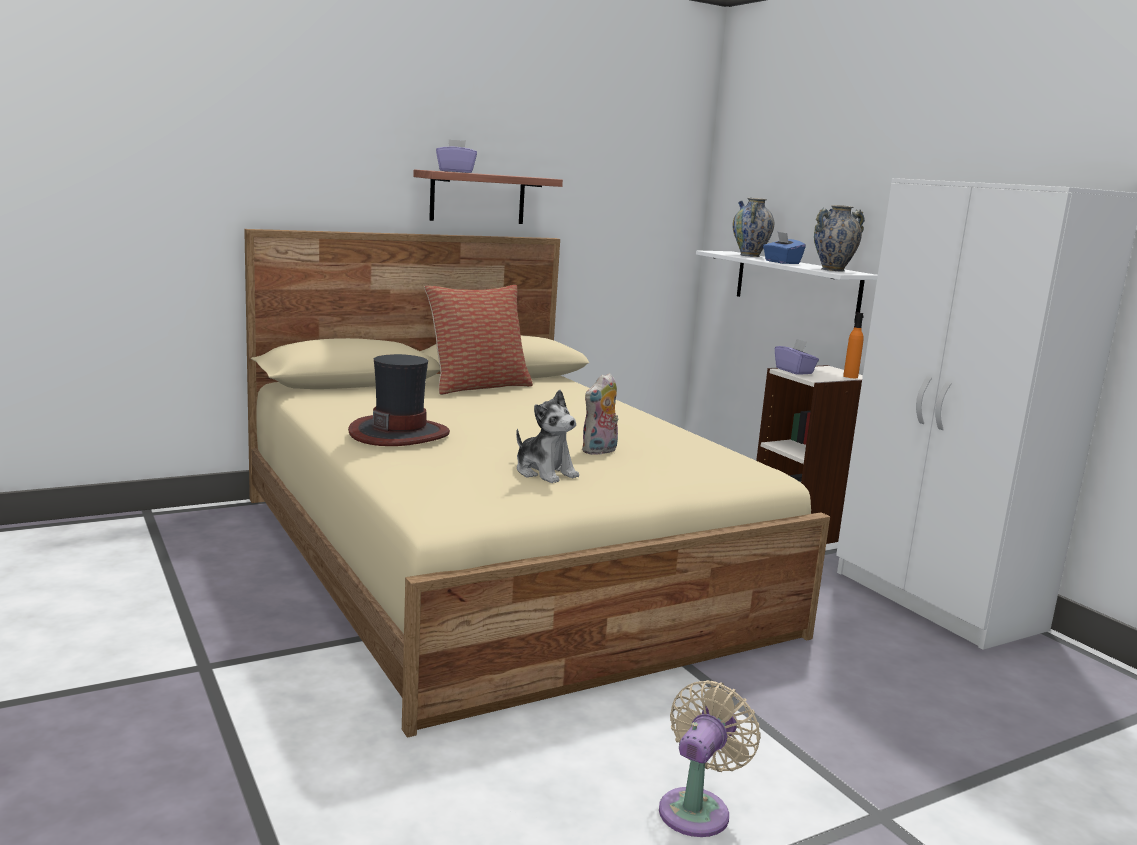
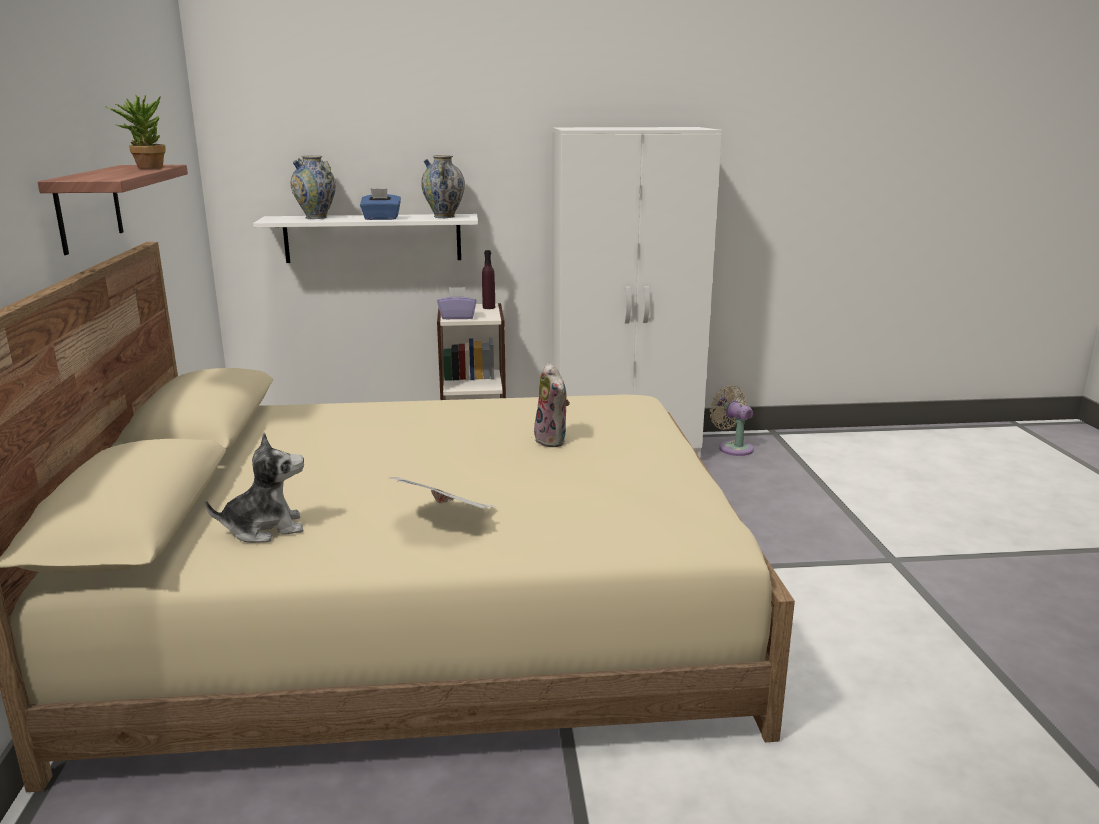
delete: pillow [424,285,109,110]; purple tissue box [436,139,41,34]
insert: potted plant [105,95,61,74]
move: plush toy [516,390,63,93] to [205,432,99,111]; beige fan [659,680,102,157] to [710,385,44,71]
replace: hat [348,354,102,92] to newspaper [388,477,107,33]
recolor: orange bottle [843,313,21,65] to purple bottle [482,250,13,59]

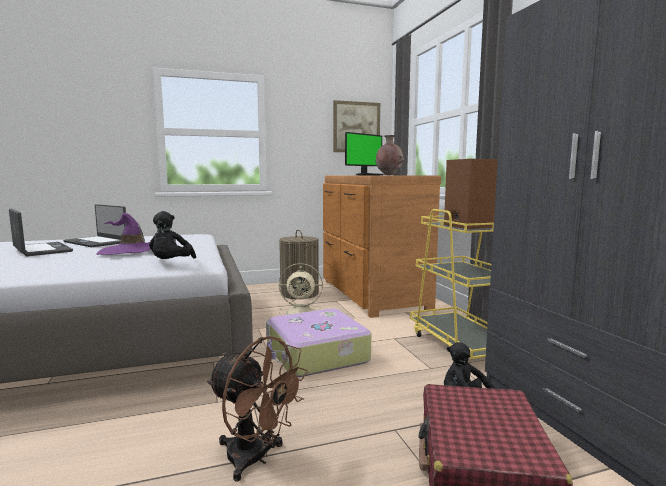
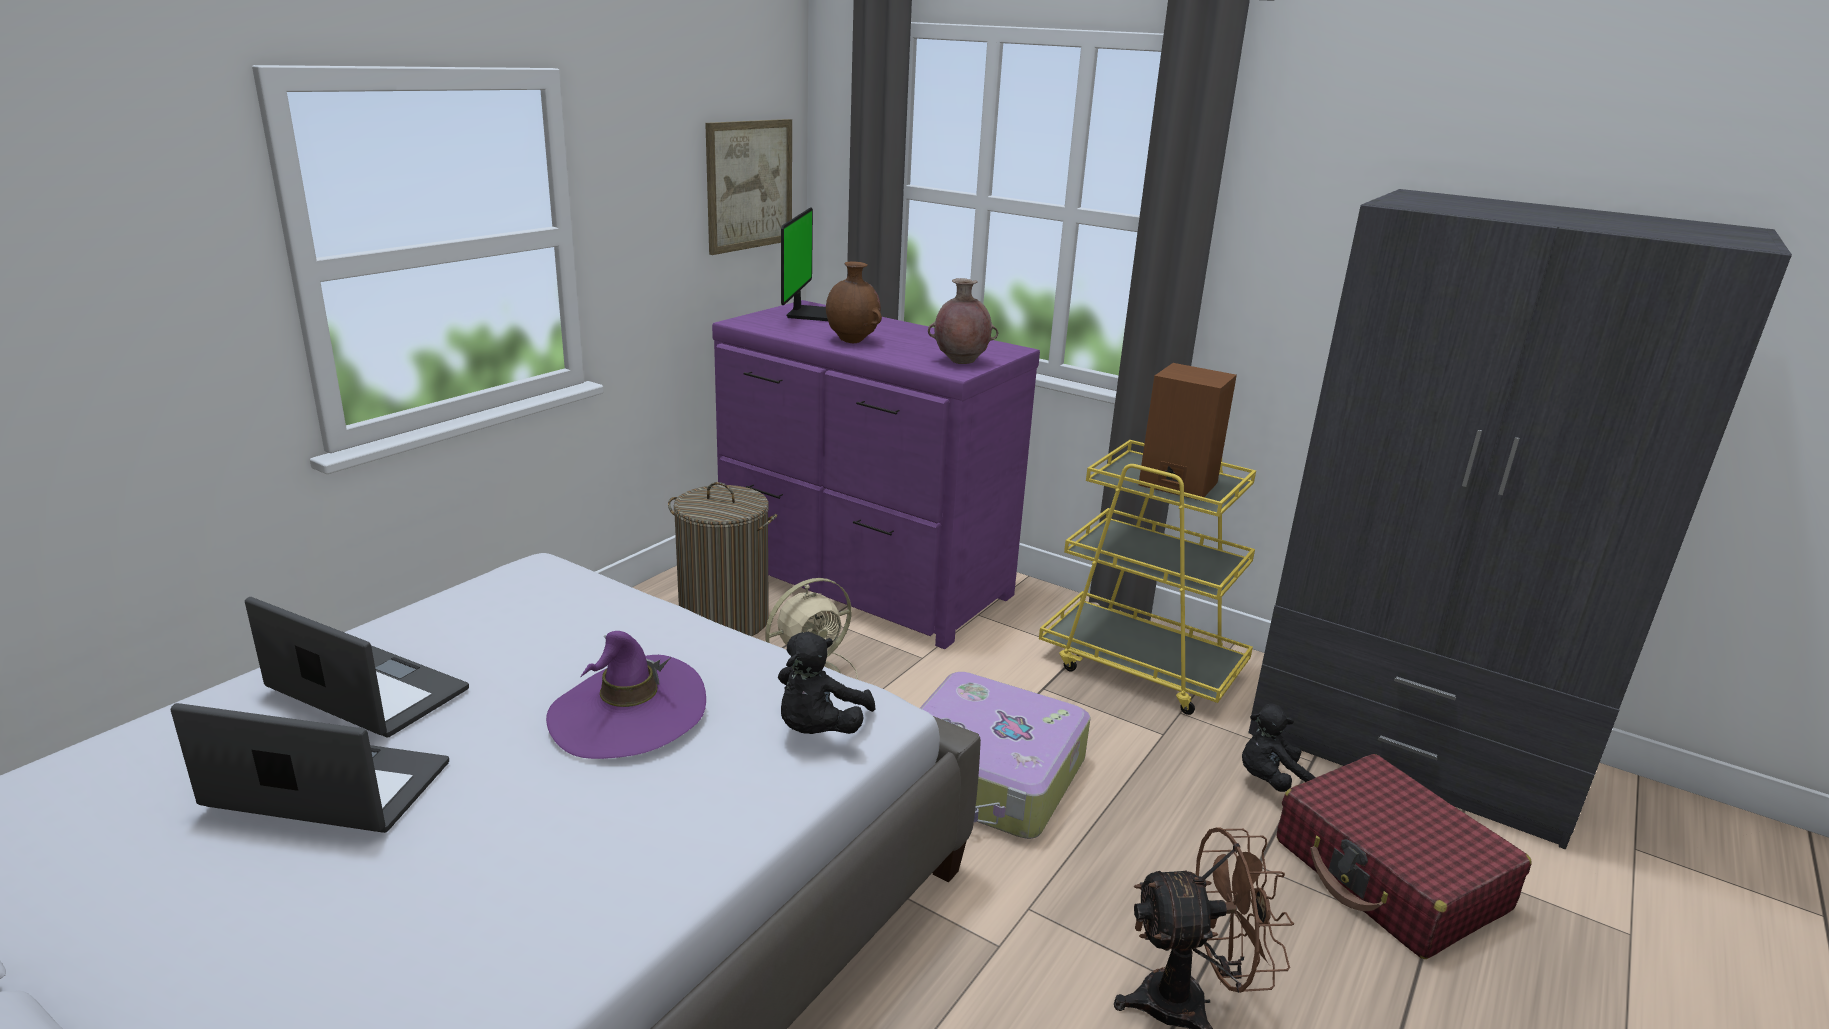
insert: brown vase [826,262,56,81]
recolor: brown dresser [323,175,118,143] to purple dresser [712,300,328,349]
rotate: laptop [63,204,63,43] = [245,597,224,140] 150 degrees counterclockwise; black plush toy [149,211,47,48] = [778,631,97,103] 60 degrees clockwise

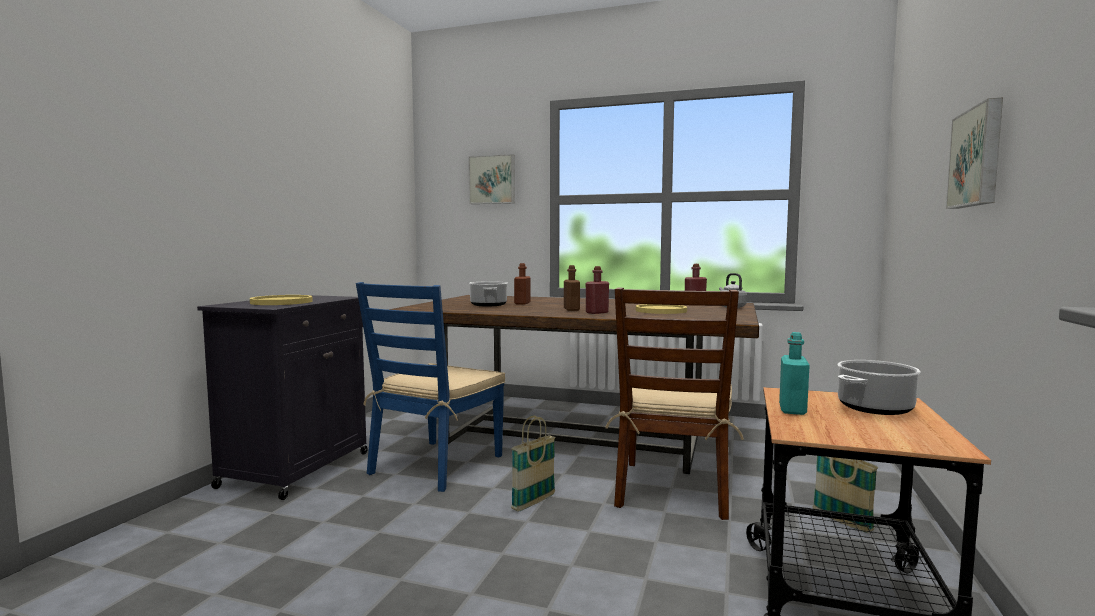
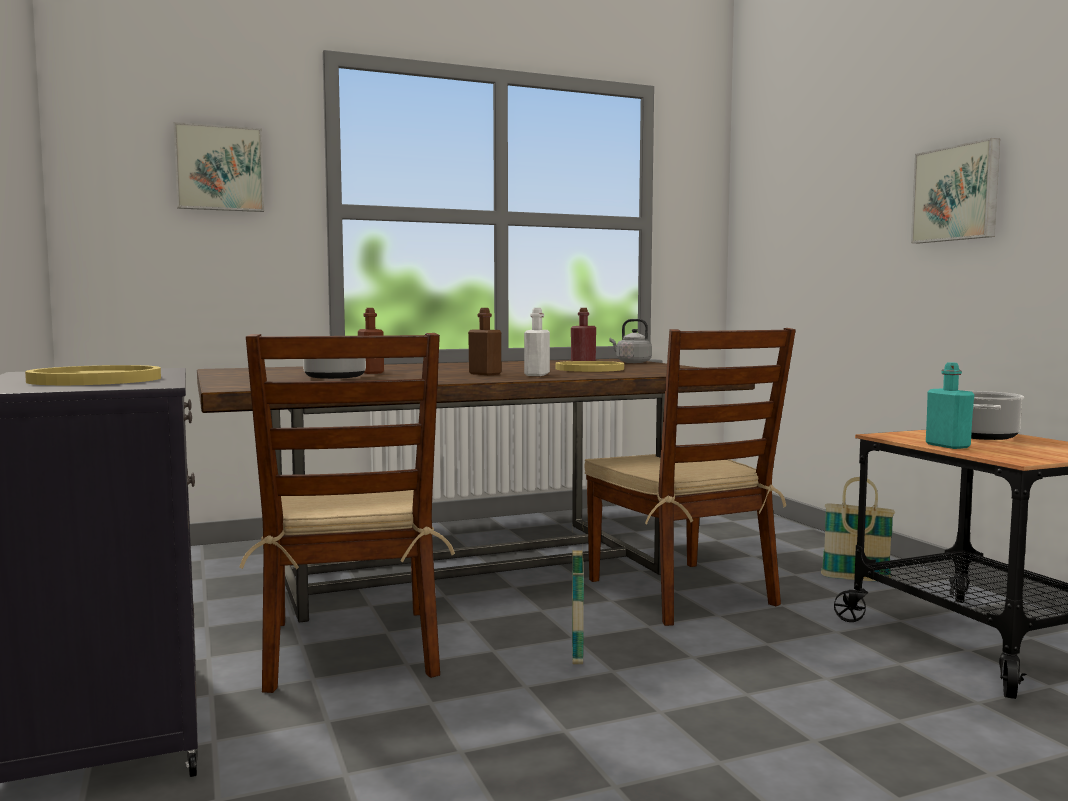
recolor: blue chair [356,282,149,210] to brown chair [239,333,216,360]; red bottle [586,266,23,48] to white bottle [524,308,26,68]

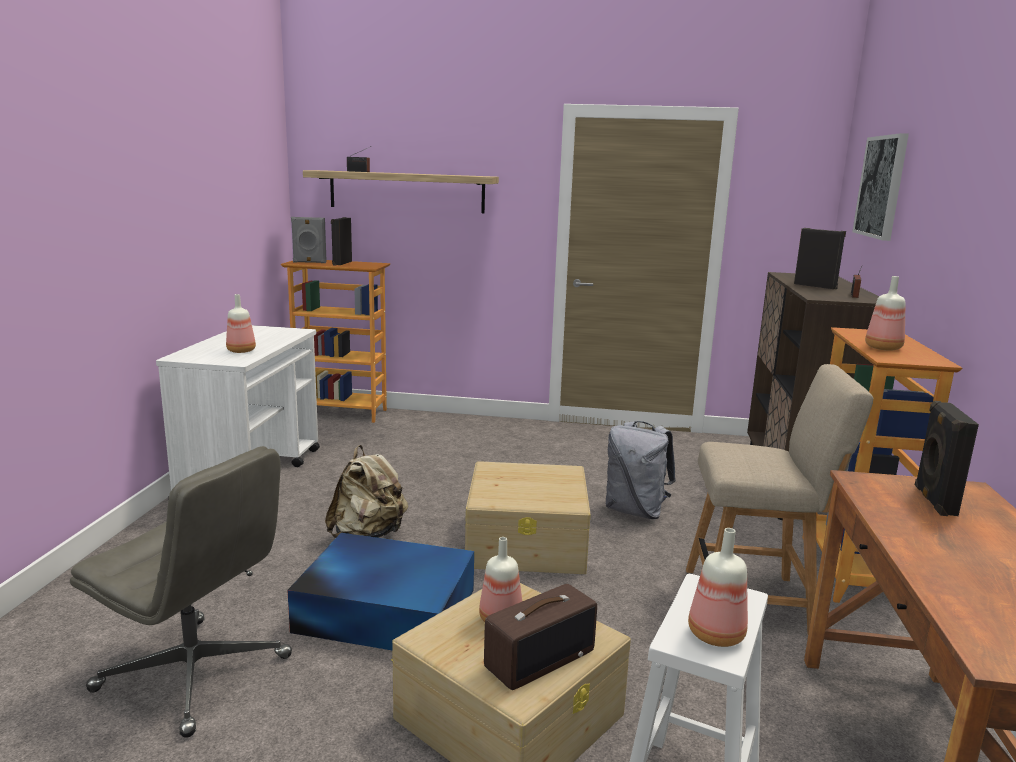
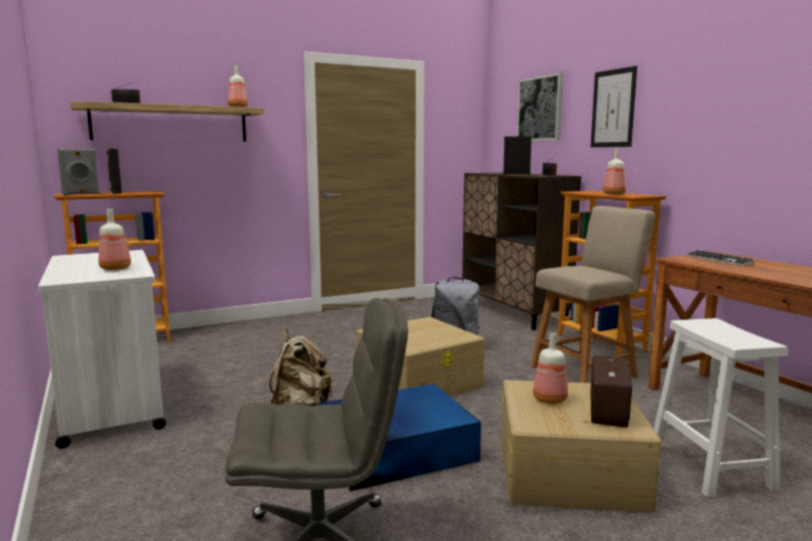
insert: picture [591,66,46,81]
move: bottle [688,528,60,119] to [228,65,20,42]
replace: black speaker [915,401,64,115] to keyboard [686,250,70,16]

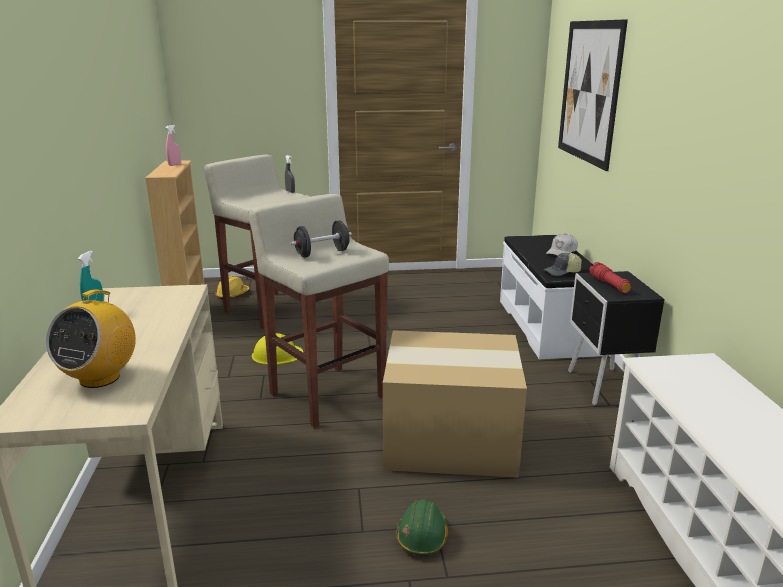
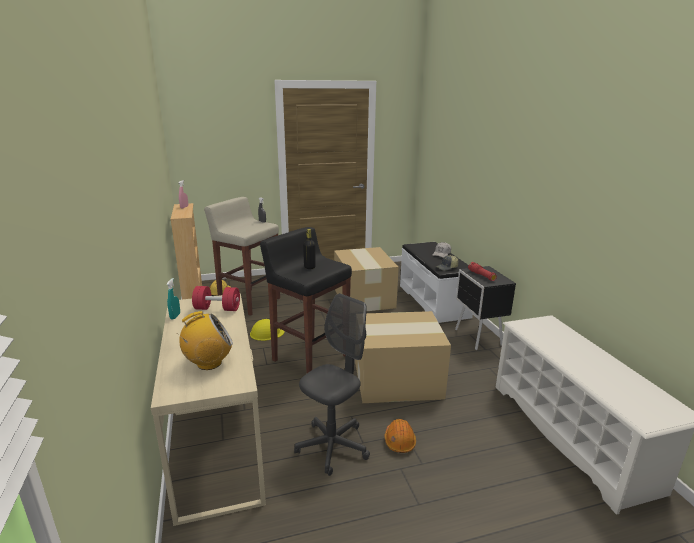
delete: picture [558,19,70,152]
insert: red dumbbell [192,286,48,25]; grey office chair [294,293,76,183]; cardboard box [334,247,65,64]
replace: black dumbbell [290,220,62,38] to black bottle [303,229,12,40]
recolor: beige stool [248,194,141,234] to black stool [260,227,92,146]; green hard hat [396,499,52,57] to orange hard hat [385,419,31,34]
rotate: radio [46,290,90,98] = [176,311,57,59] 120 degrees counterclockwise

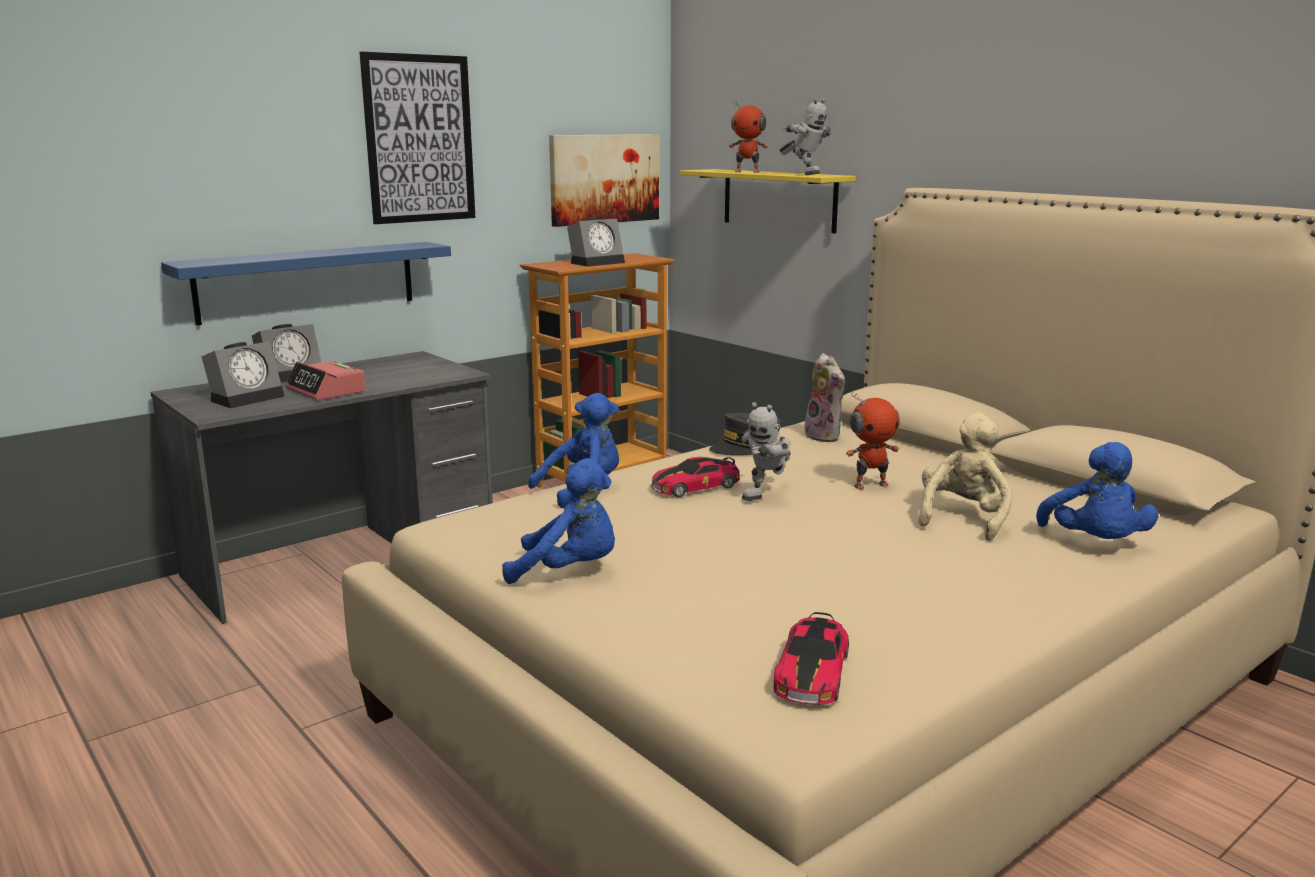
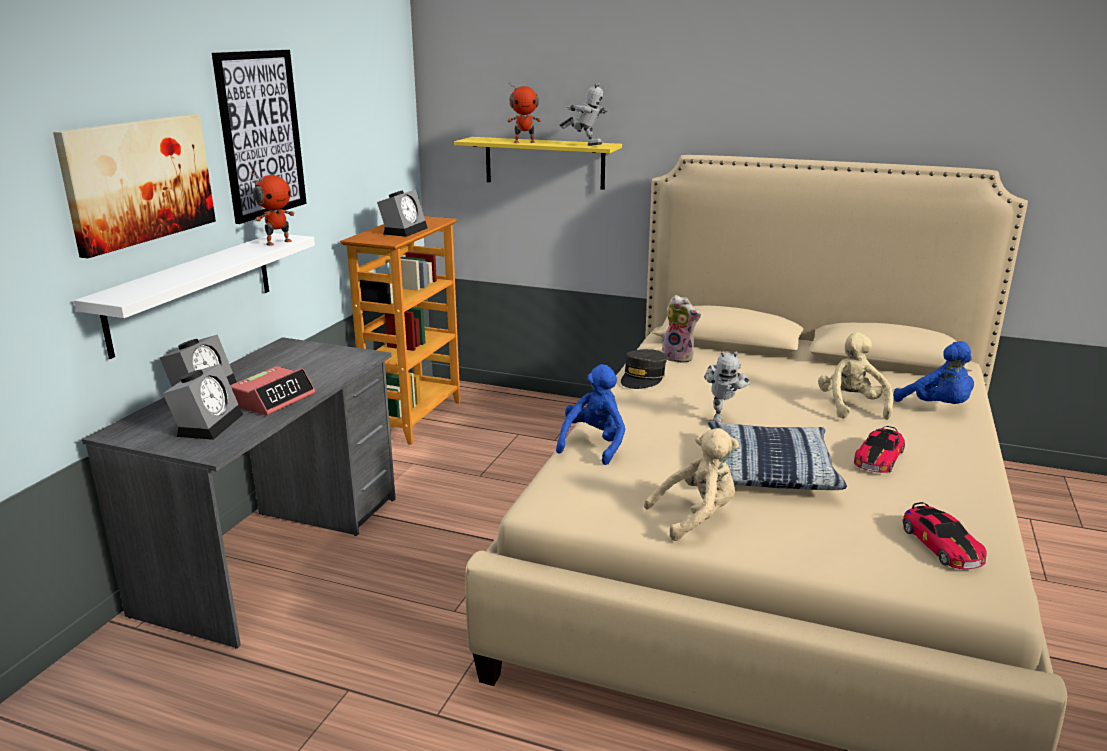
insert: pillow [708,421,139,69]
move: picture [549,134,110,93] to [53,114,163,144]; toy car [651,457,89,40] to [854,426,51,47]; toy robot [846,392,54,97] to [251,171,44,75]
recolor: blue shelf [161,242,290,84] to white shelf [74,233,241,126]; blue plush toy [502,458,113,126] to beige plush toy [644,428,95,113]
rotate: alarm clock [285,361,81,39] = [230,366,85,50] 75 degrees counterclockwise

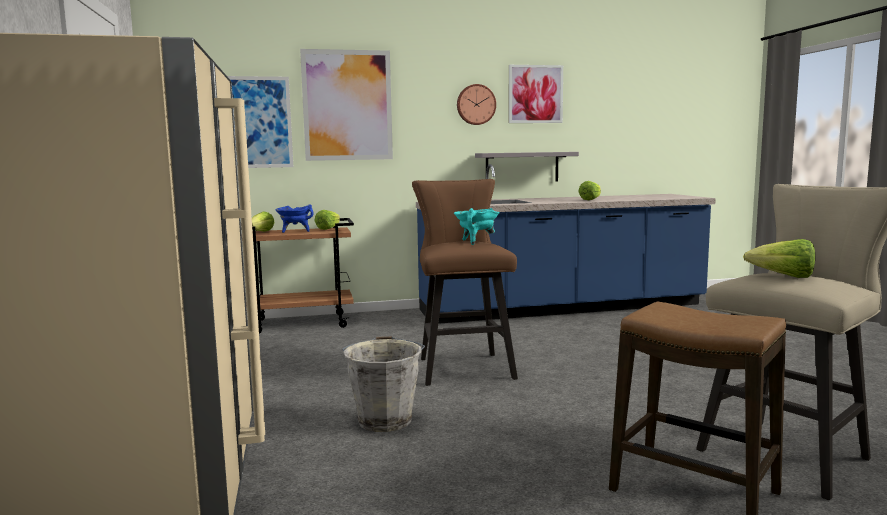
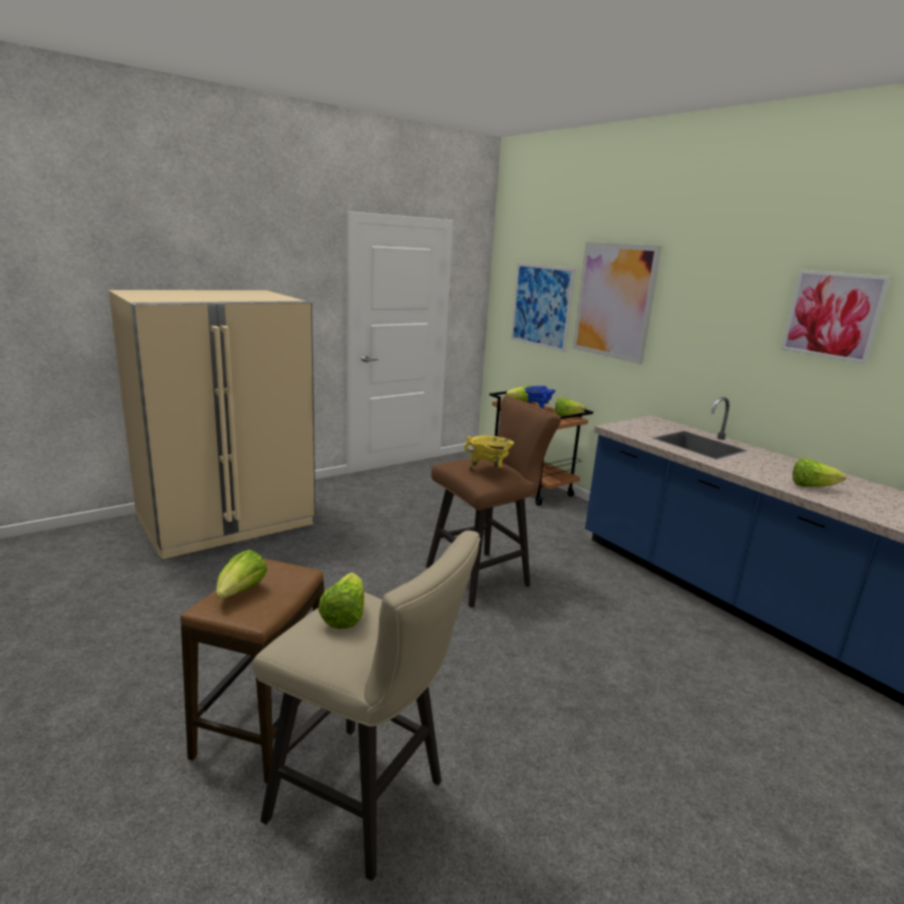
delete: grey bucket [342,336,83,96]; wall clock [457,84,39,41]; grey shelf [475,152,104,29]
insert: lettuce [216,550,51,49]
recolor: turquoise cooking pot [454,208,46,37] to yellow cooking pot [464,436,50,34]

